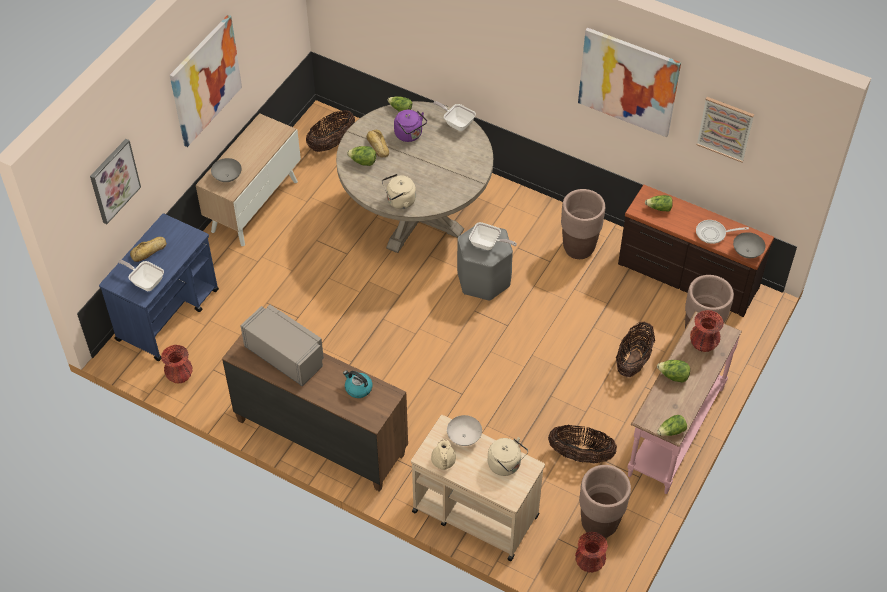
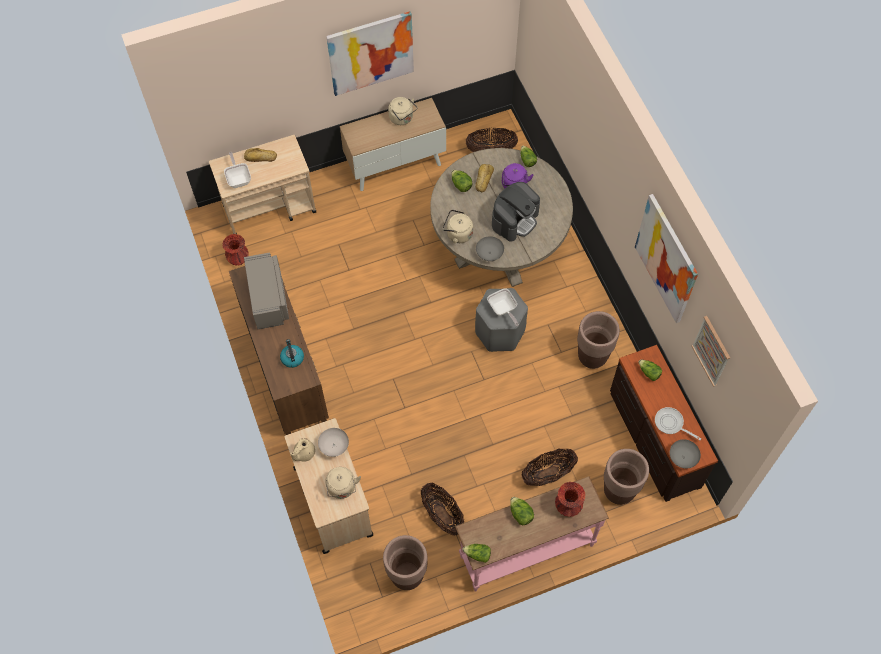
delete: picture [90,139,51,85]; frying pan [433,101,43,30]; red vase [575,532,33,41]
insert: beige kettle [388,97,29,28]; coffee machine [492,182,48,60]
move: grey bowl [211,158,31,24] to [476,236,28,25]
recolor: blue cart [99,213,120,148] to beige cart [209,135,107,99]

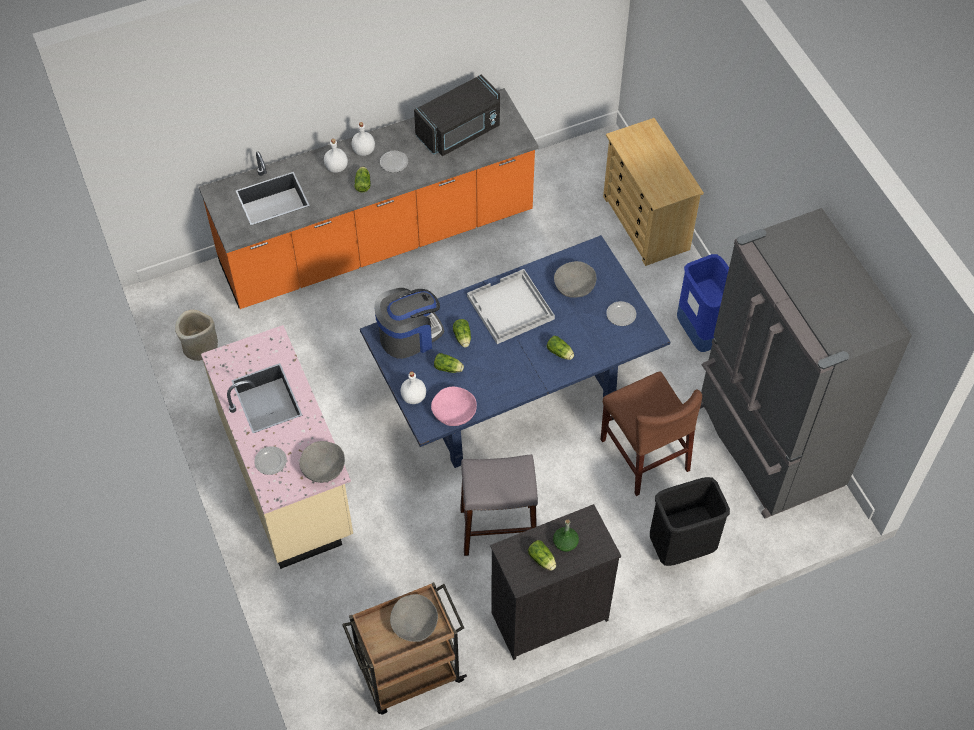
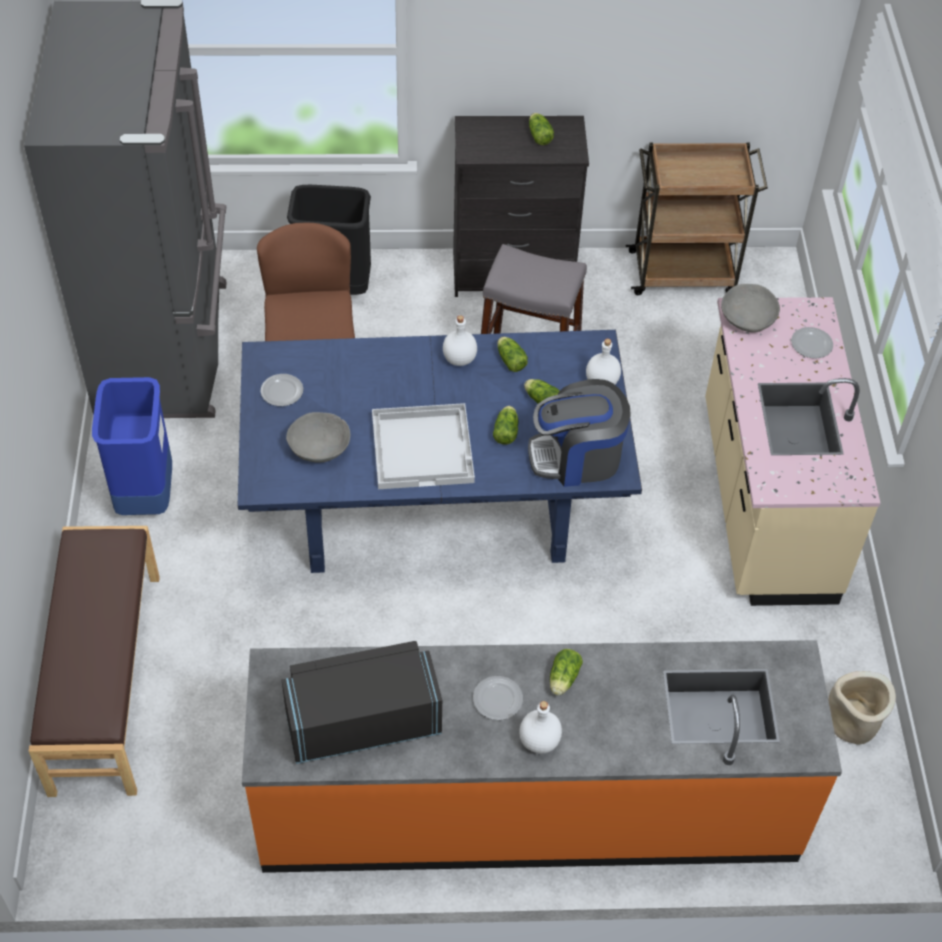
delete: grey bowl [390,594,48,48]; pink bowl [431,386,46,40]; green bottle [553,520,26,32]
move: white bottle [324,139,24,34] to [443,315,34,51]; lettuce [547,336,27,24] to [497,337,31,35]
replace: beige dresser [603,118,101,148] to brown bench [29,526,131,271]

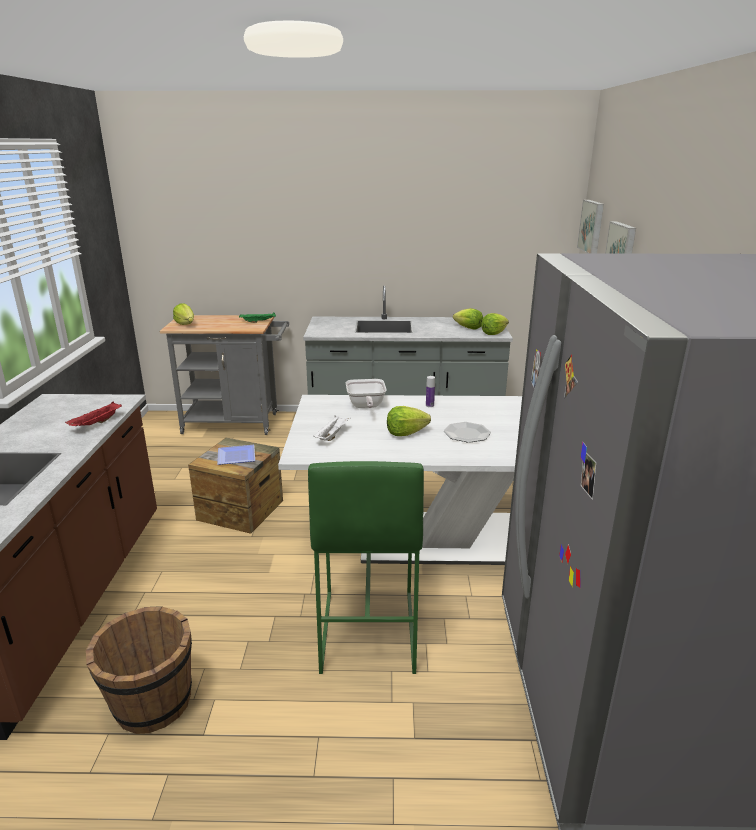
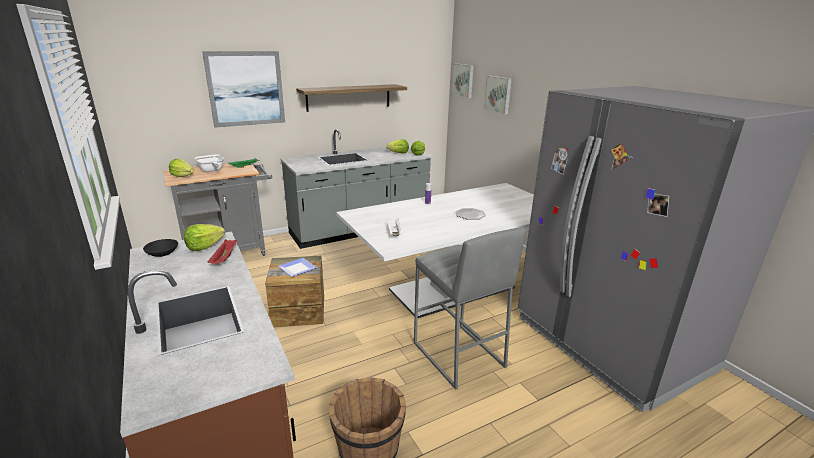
insert: black bowl [143,239,35,18]; picture [202,51,83,77]; shelf [296,84,111,28]
move: frying pan [346,379,41,29] to [195,154,29,18]; lettuce [387,406,44,30] to [184,224,41,27]
recolor: green stool [308,461,116,213] to grey stool [414,227,112,163]

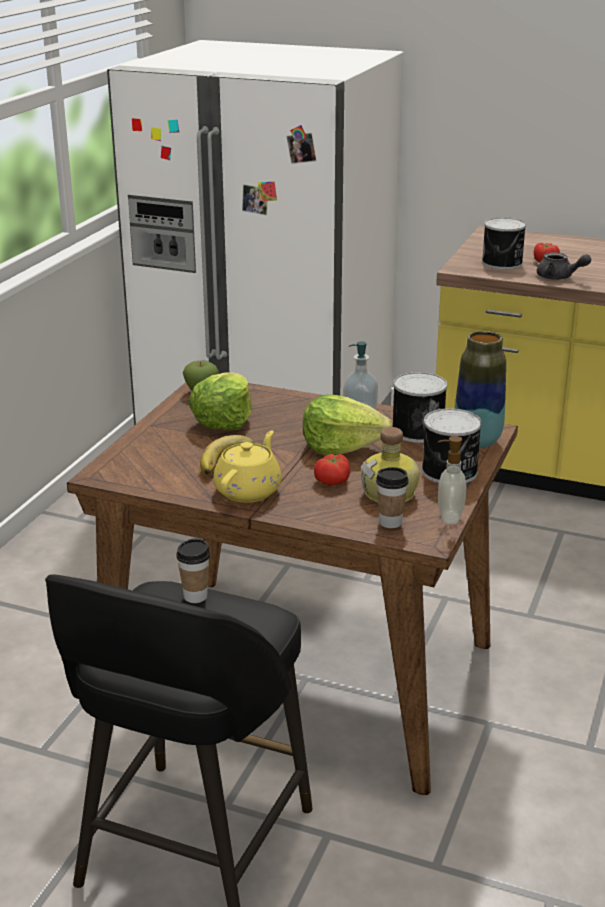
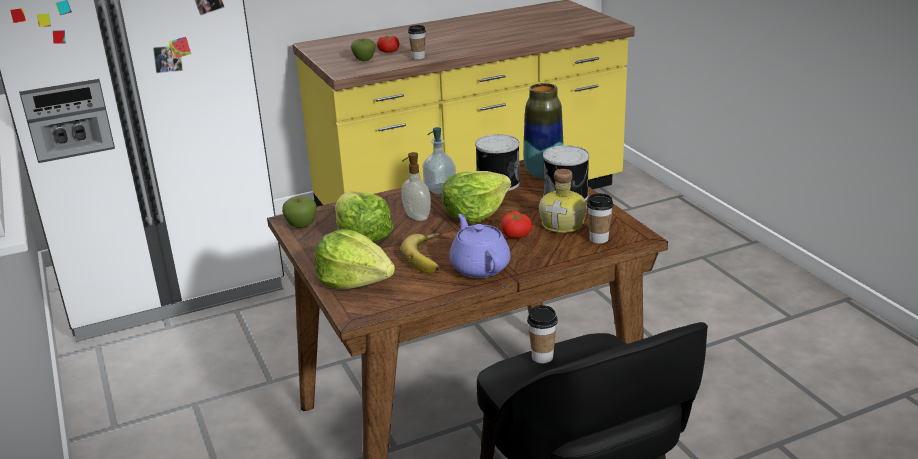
insert: lettuce [315,229,80,60]
move: soap dispenser [438,436,29,89] to [401,152,30,69]
replace: can [482,217,44,53] to apple [351,38,25,23]; grey teapot [537,252,54,28] to cup [408,25,18,34]
recolor: yellow teapot [213,430,69,73] to purple teapot [449,214,62,64]

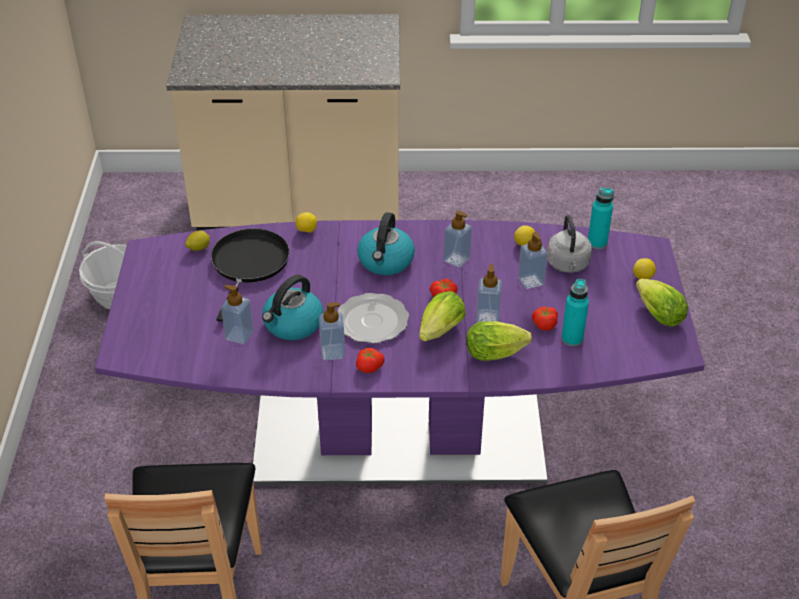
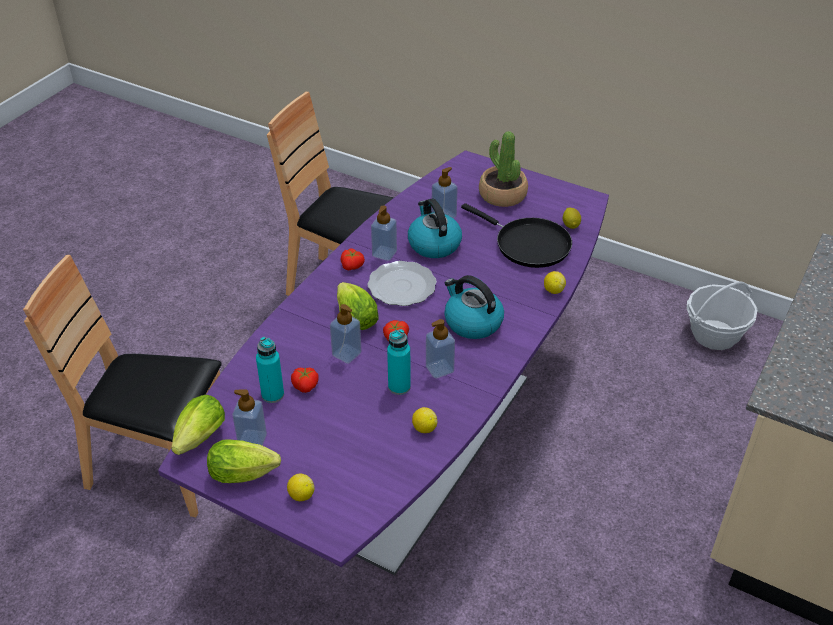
delete: grey kettle [547,215,45,58]
insert: potted plant [479,131,49,76]
move: lettuce [466,321,66,40] to [171,395,54,60]; soap dispenser [518,232,30,57] to [232,389,35,57]; turquoise bottle [588,188,26,61] to [387,329,24,66]

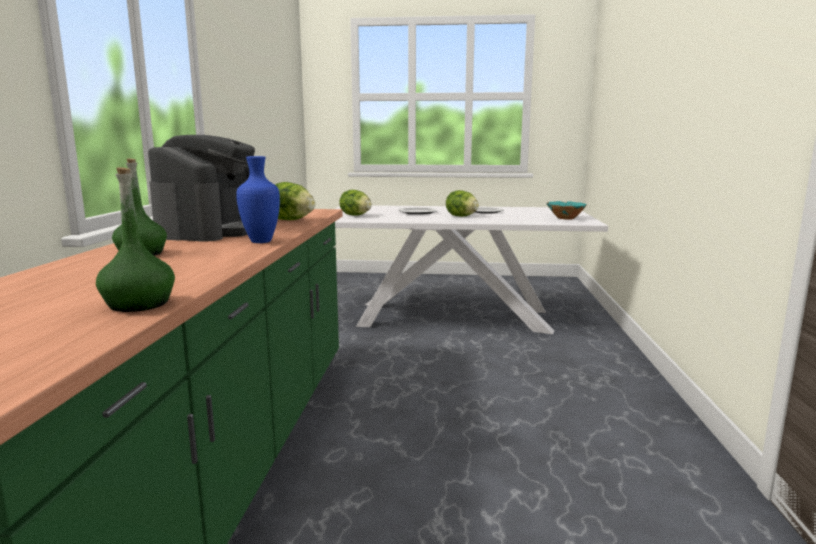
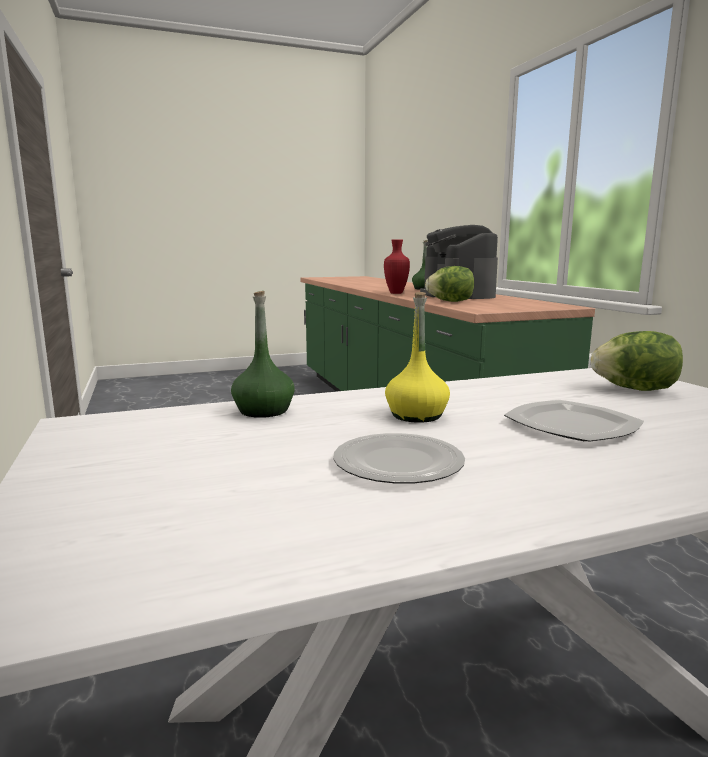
delete: turquoise bowl [546,201,41,19]
move: green bottle [96,167,79,145] to [231,291,64,127]
replace: lettuce [446,190,33,27] to yellow bottle [385,292,65,131]
recolor: blue vase [236,156,44,87] to red vase [384,239,26,55]

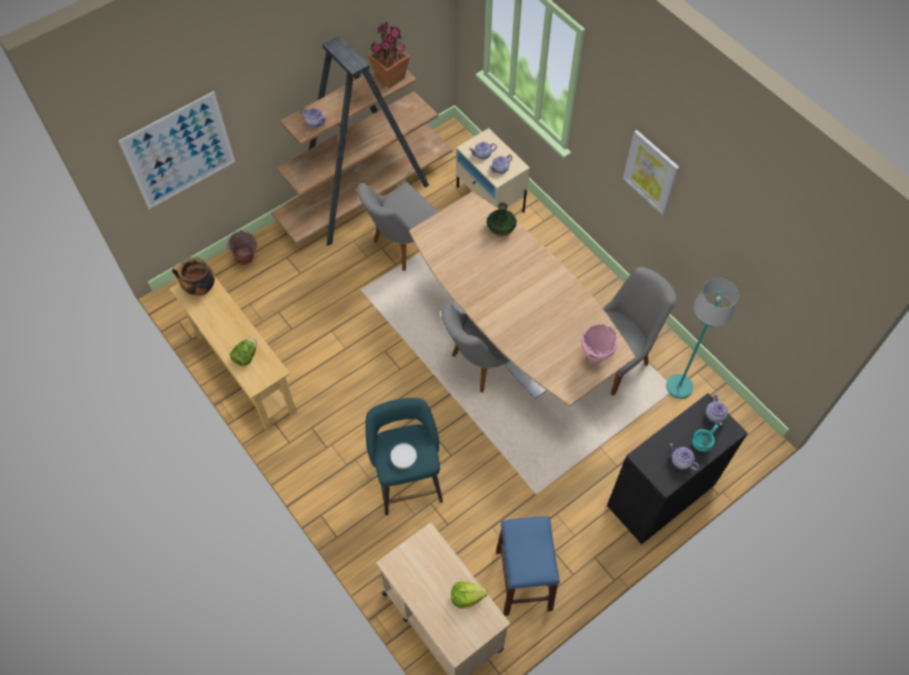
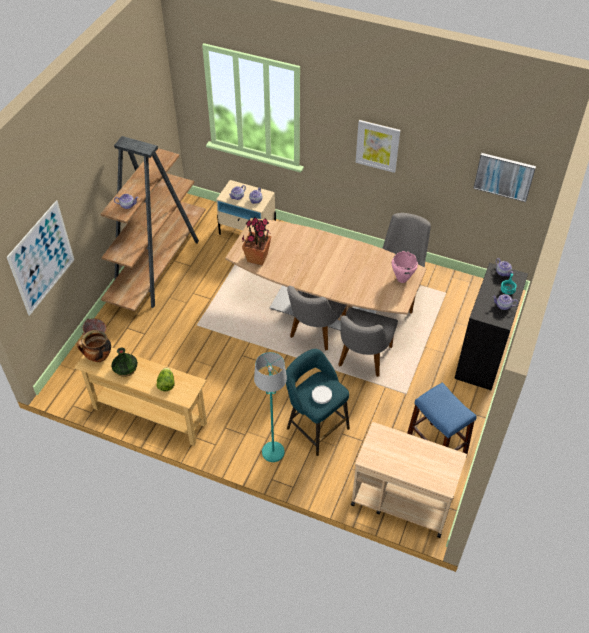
delete: lettuce [451,582,37,27]
insert: picture [473,153,63,49]
move: grey chair [357,182,82,89] to [338,307,60,70]; potted plant [368,22,42,66] to [242,217,29,48]; vase [486,202,31,35] to [111,348,27,29]; turquoise floor lamp [666,278,72,121] to [254,352,33,110]

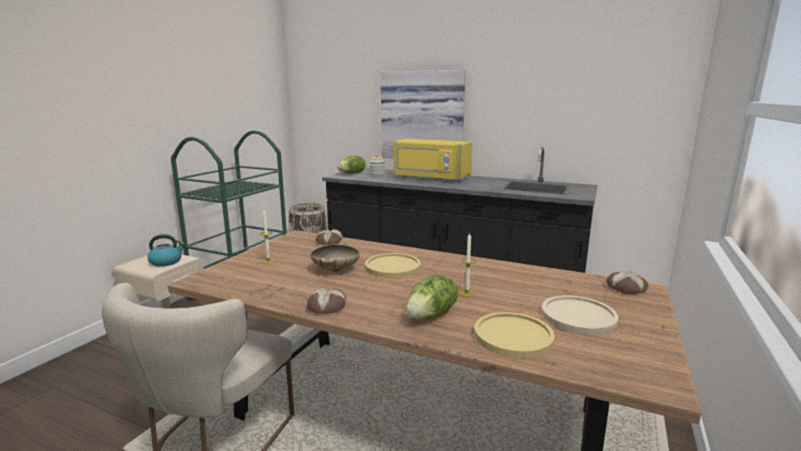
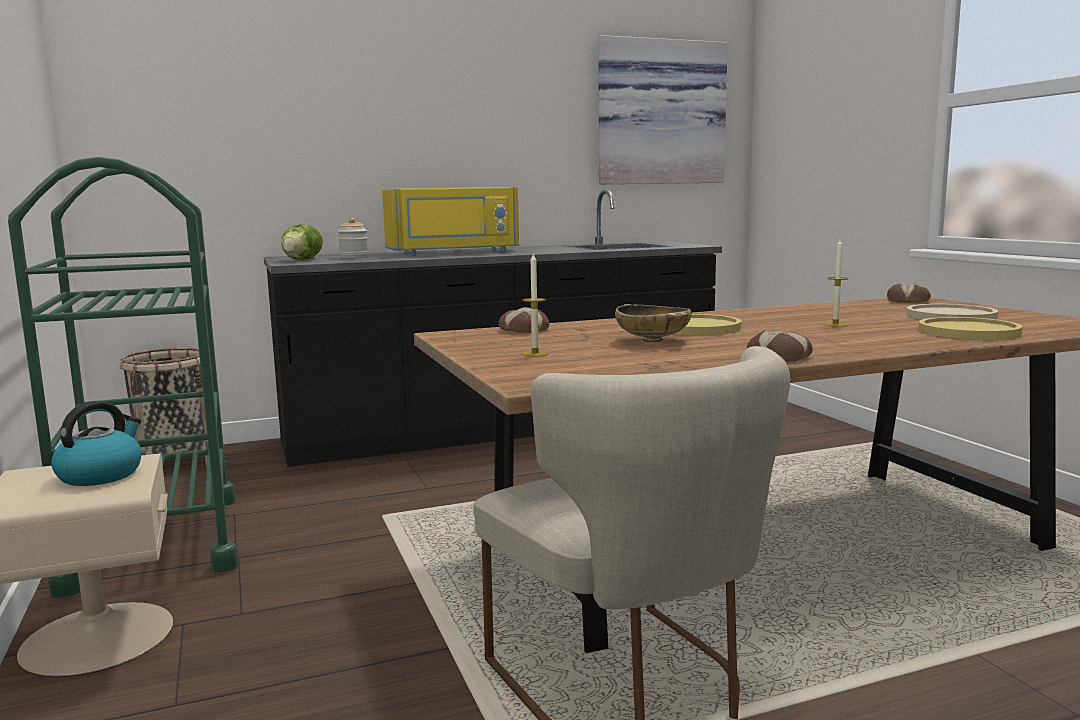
delete: lettuce [406,275,52,44]
move: picture [381,70,84,88] to [598,35,130,149]

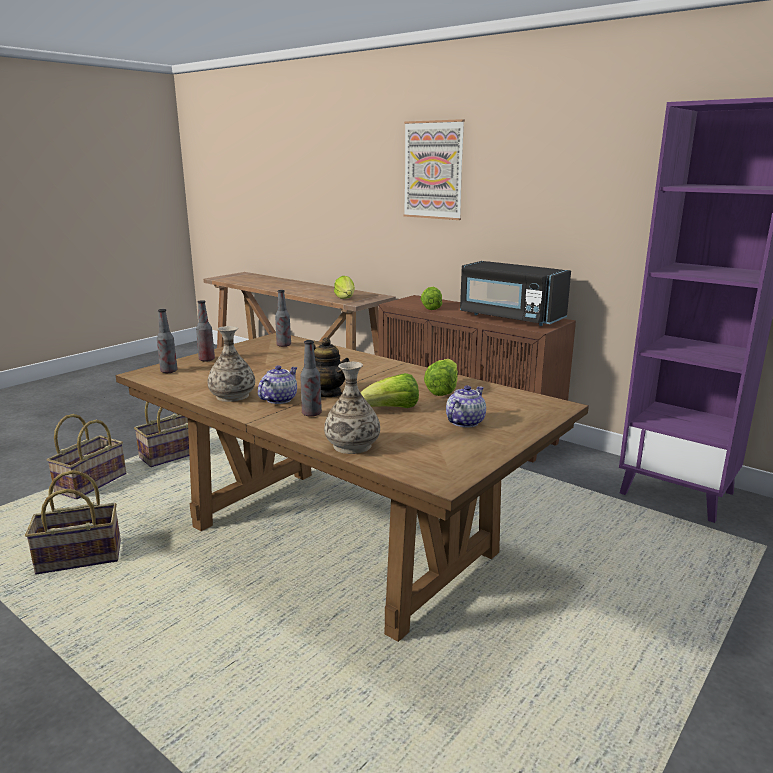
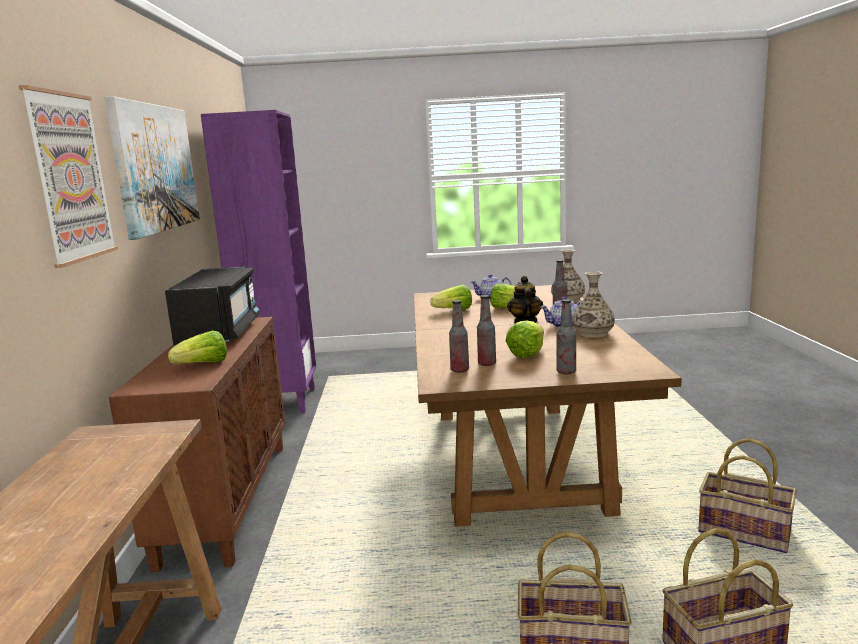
insert: picture [105,96,95,144]
move: bottle [157,309,20,64] to [477,295,19,71]; lettuce [334,276,21,23] to [506,321,38,37]

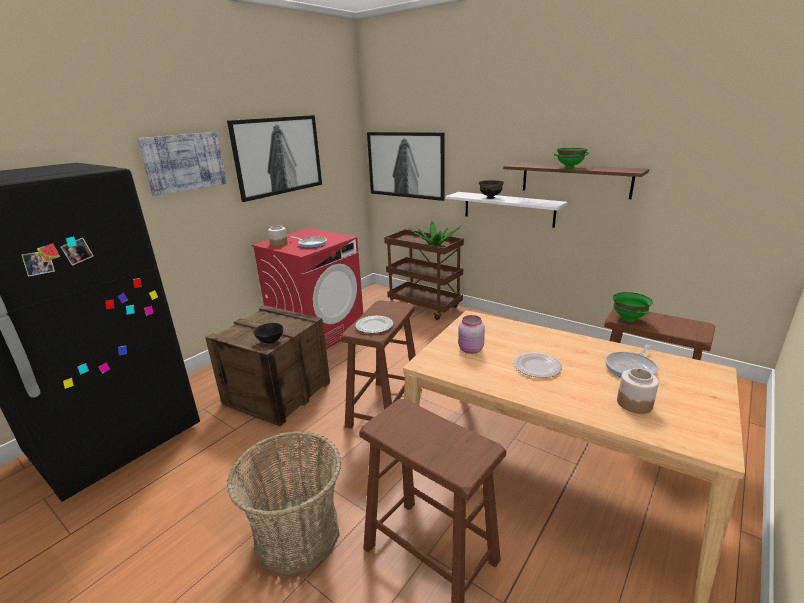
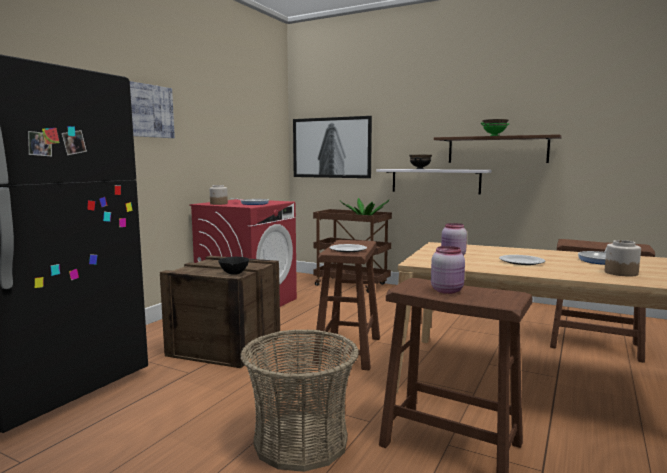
delete: picture [227,115,95,87]; green bowl [613,292,40,30]
insert: pink jar [431,246,34,48]

